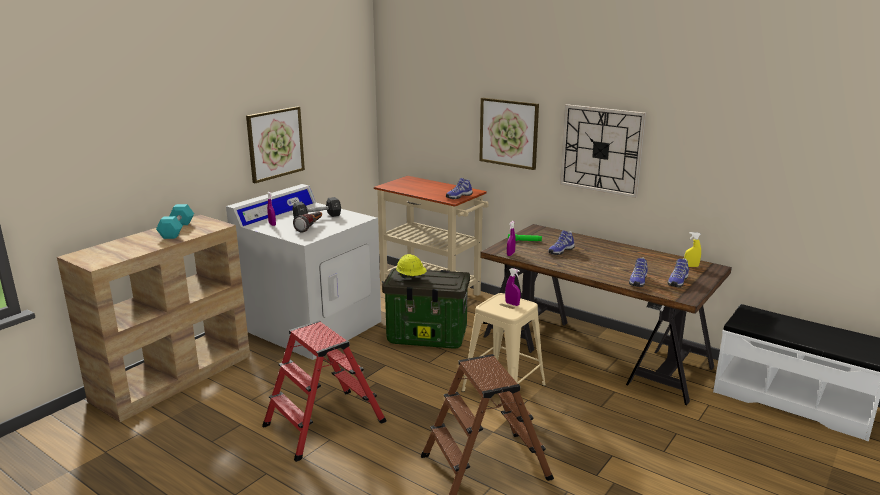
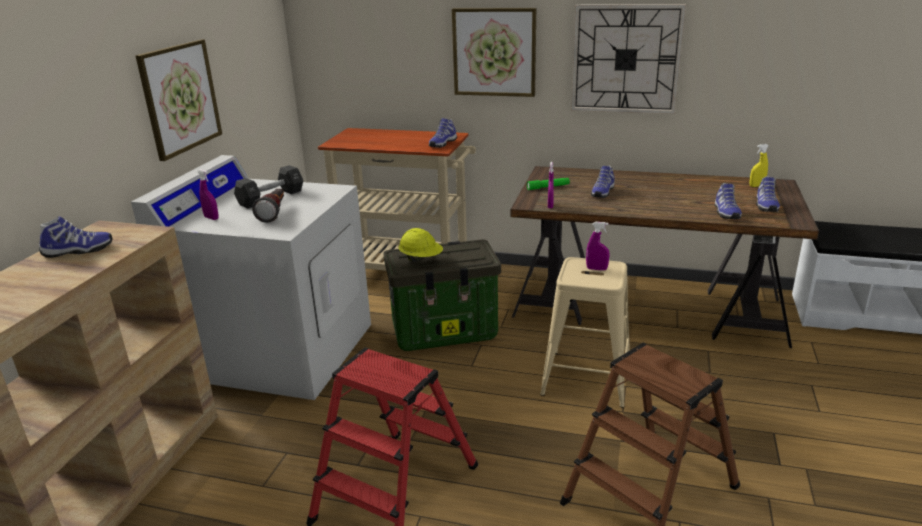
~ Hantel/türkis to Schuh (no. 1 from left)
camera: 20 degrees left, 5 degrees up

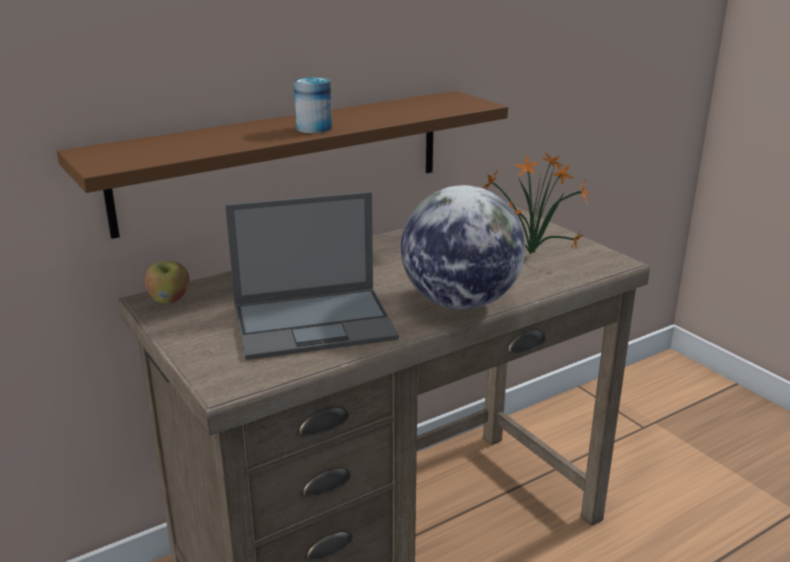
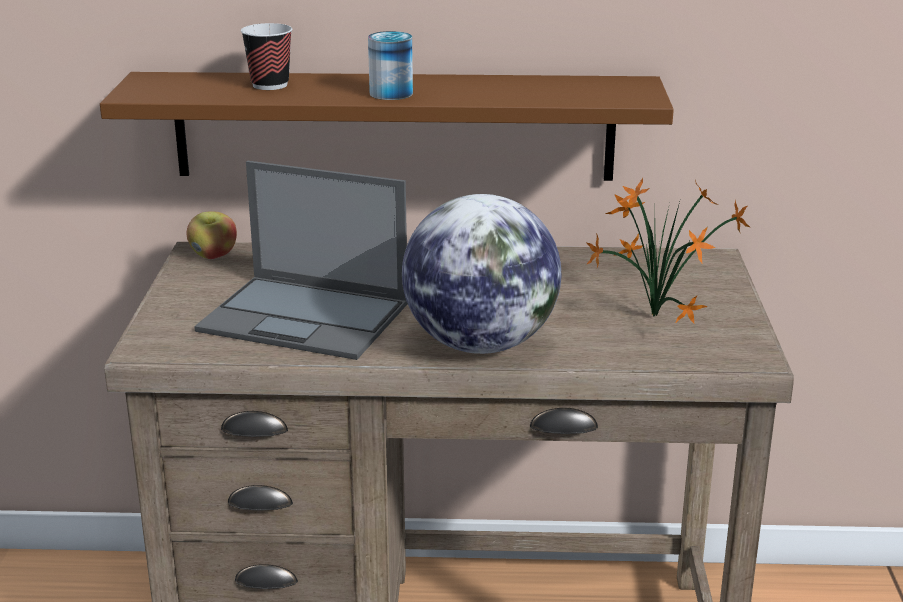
+ Tasse
camera: 35 degrees right, 0 degrees up

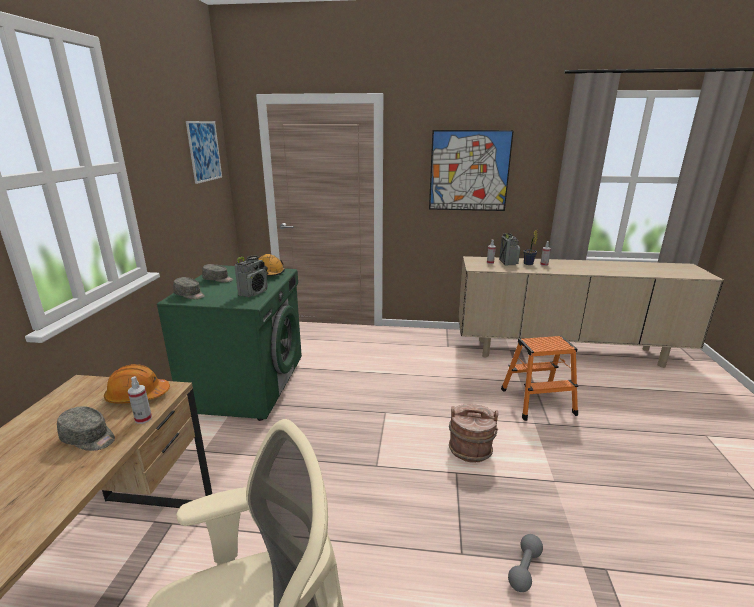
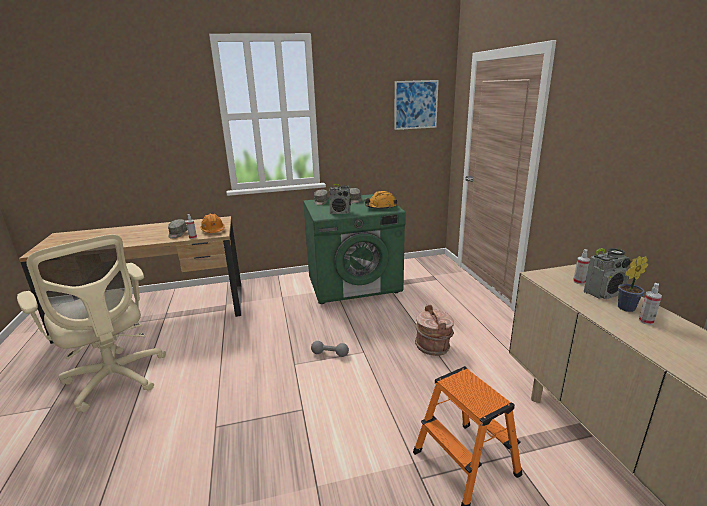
~ Hantel/grau
~ Eimer/braun
- Bild (no. 2 from left)
camera: 70 degrees right, 0 degrees up

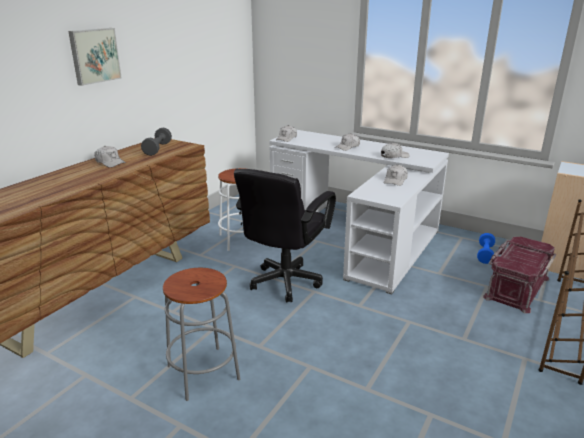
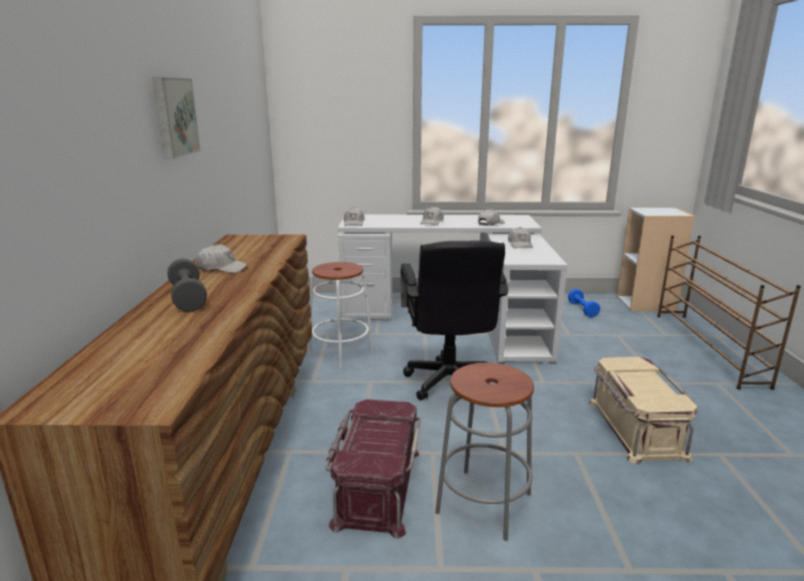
~ Hantel/grau
~ Aufbewahrungsbox/rot
+ Aufbewahrungsbox/beige
camera: 30 degrees left, 5 degrees down

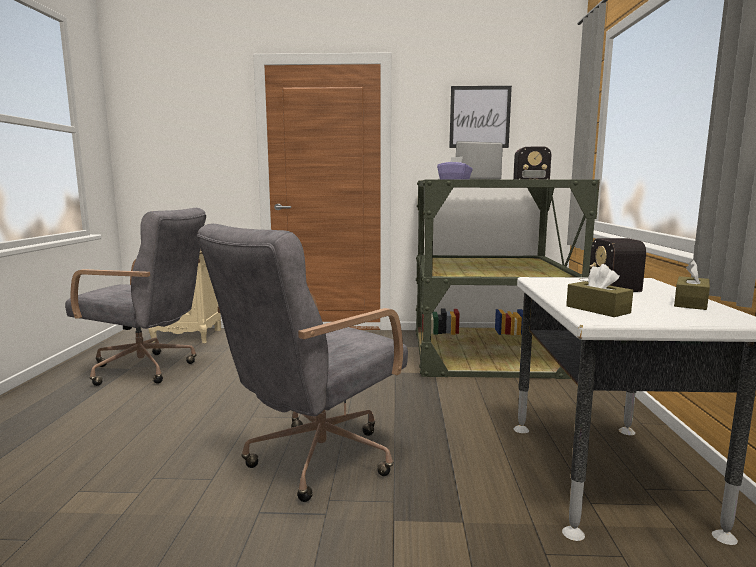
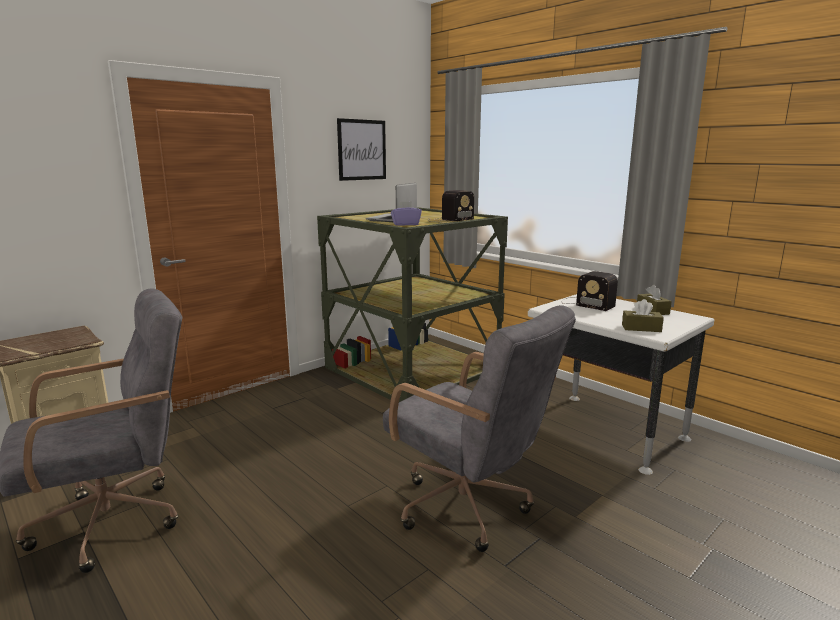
~ Bürostuhl/grau (no. 2 from left) 45 degrees counterclockwise
camera: 45 degrees left, 5 degrees up

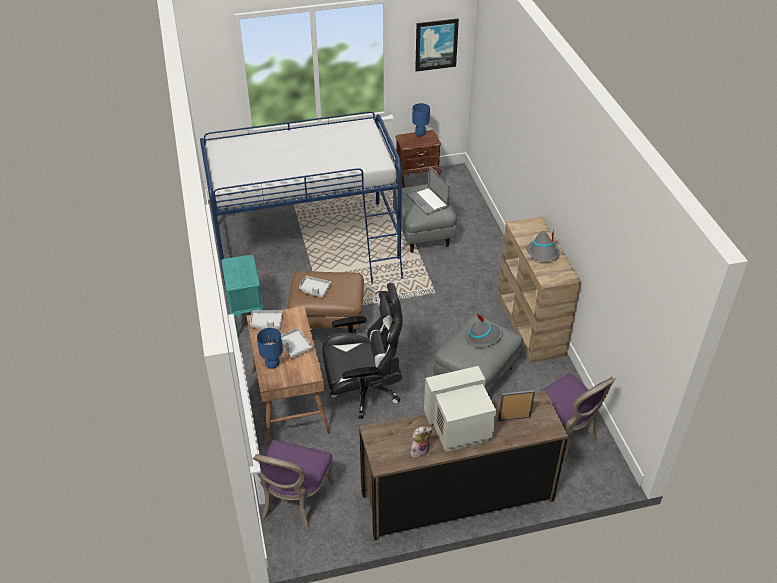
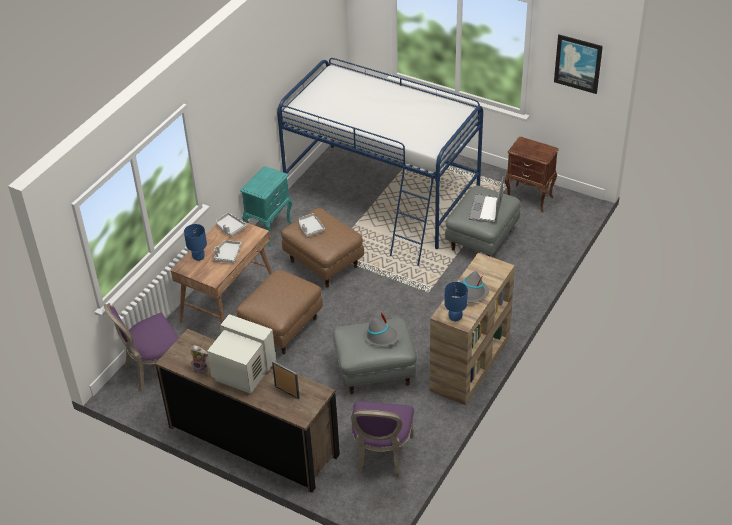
~ Bürostuhl/schwarz to Polsterhocker/braun (no. 1 from left)
~ Tischlampe/blau (no. 2 from left)
camera: 45 degrees right, 0 degrees up

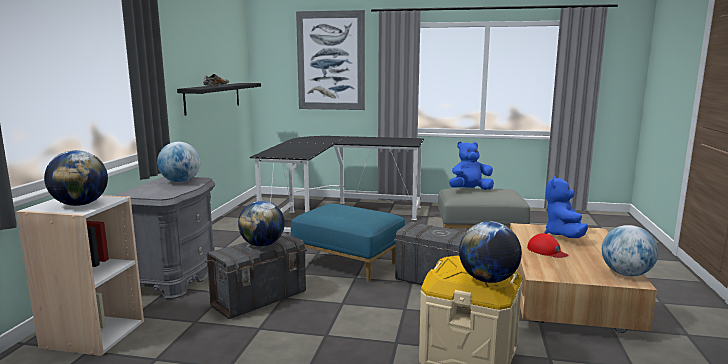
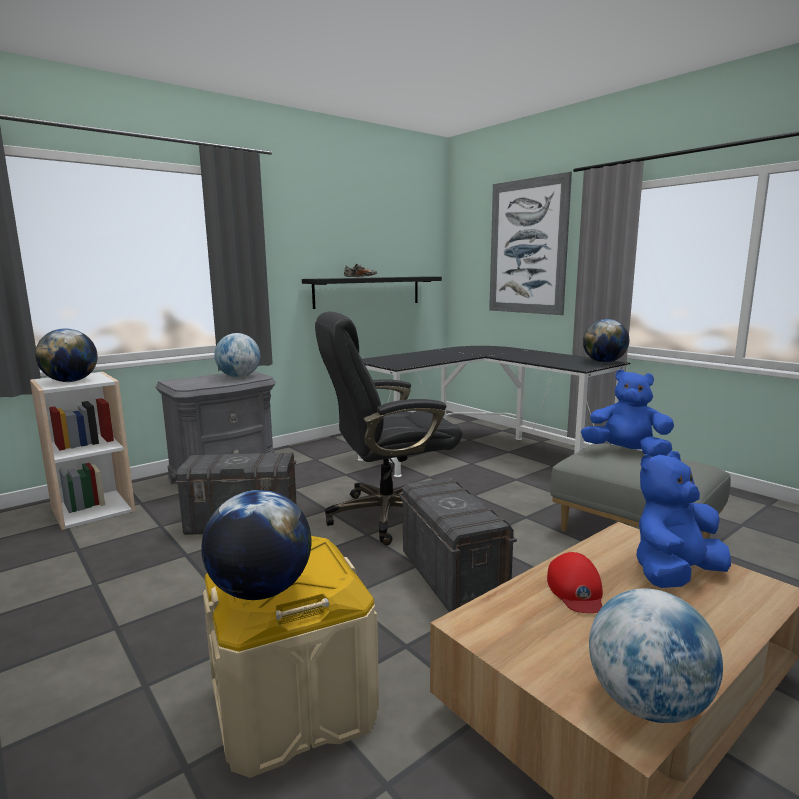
~ Polsterhocker/blau to Bürostuhl/schwarz
~ Globus (no. 3 from left in the first image) to Globus (no. 4 from left)
camera: 40 degrees right, 0 degrees up

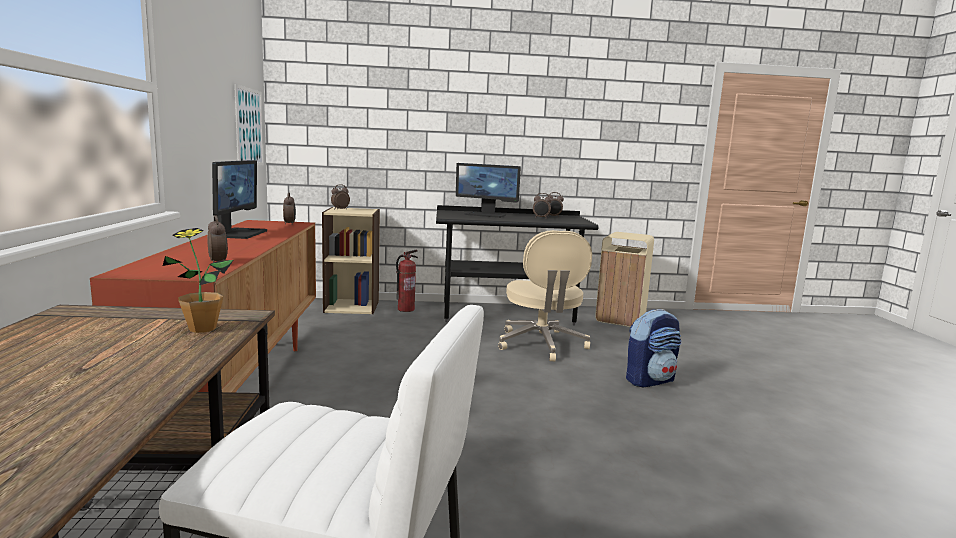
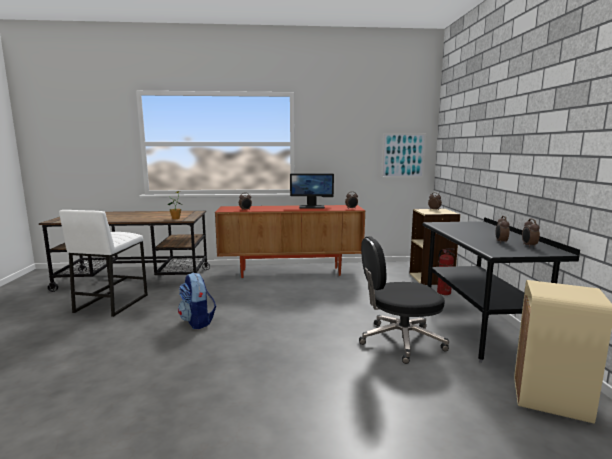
~ Rucksack
~ Bürostuhl/beige to Bürostuhl/schwarz
- Monitor (no. 2 from left)
camera: 90 degrees right, 0 degrees up

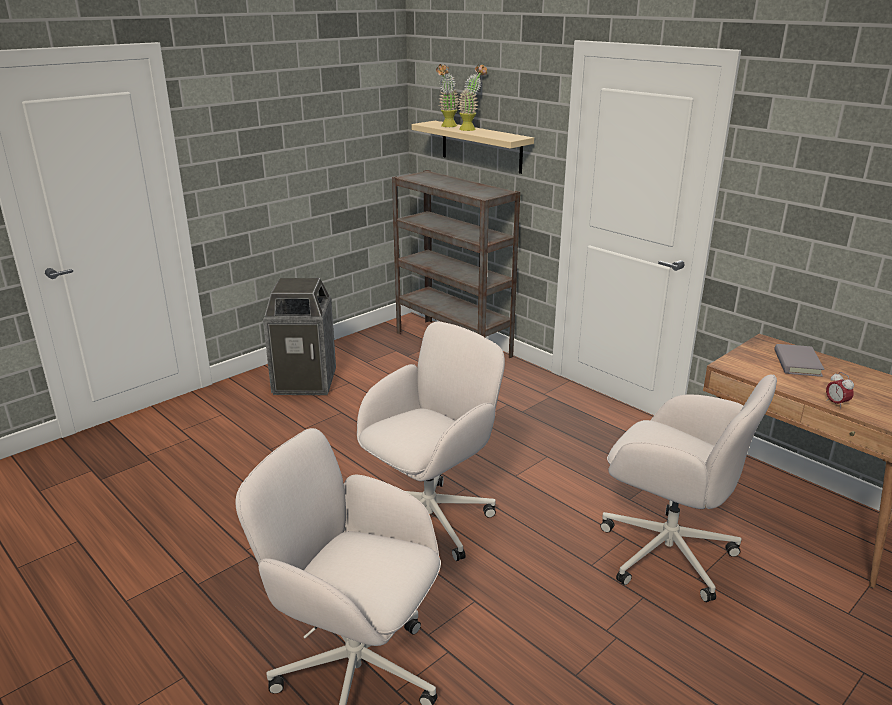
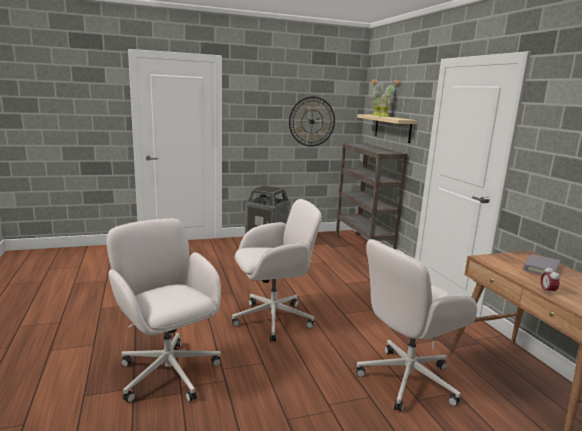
+ Wanduhr
~ Bürostuhl/weiß (no. 3 from left) 90 degrees clockwise
camera: 25 degrees right, 10 degrees down

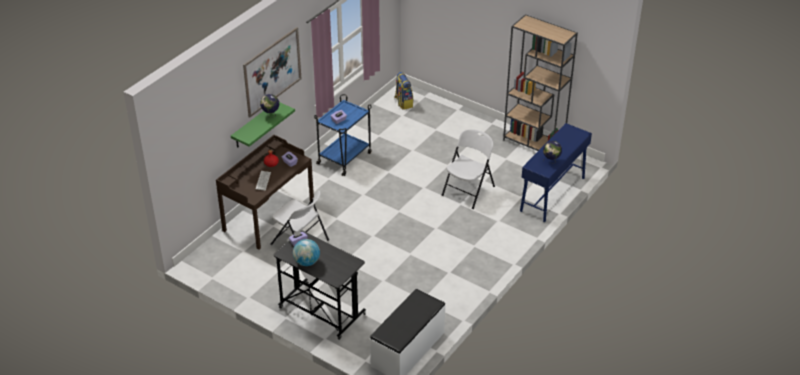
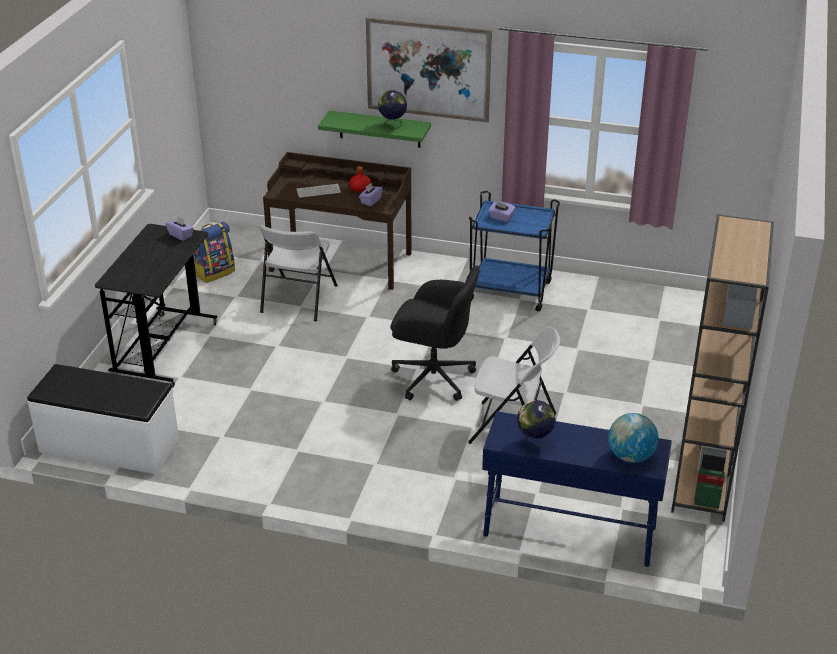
~ Rucksack
+ Bürostuhl/schwarz
~ Globus (no. 2 from left in the first image) to Globus (no. 3 from left)
camera: 70 degrees right, 5 degrees down

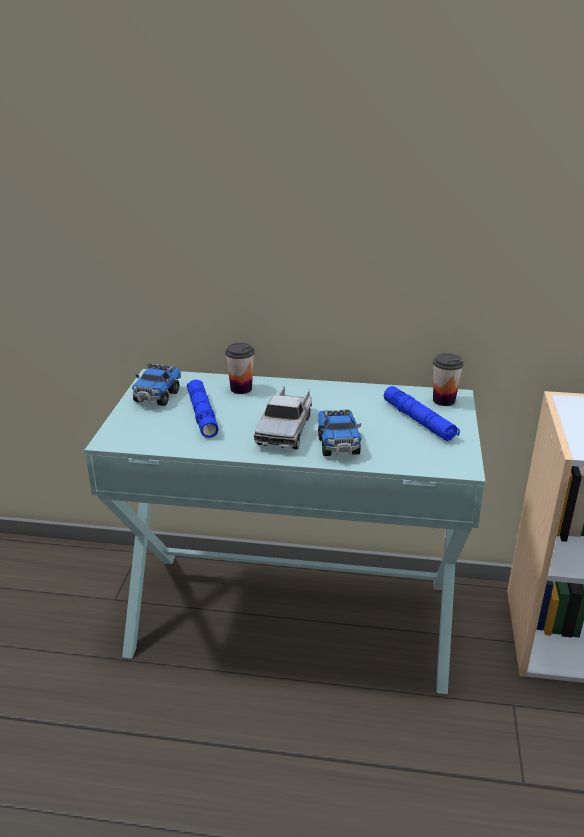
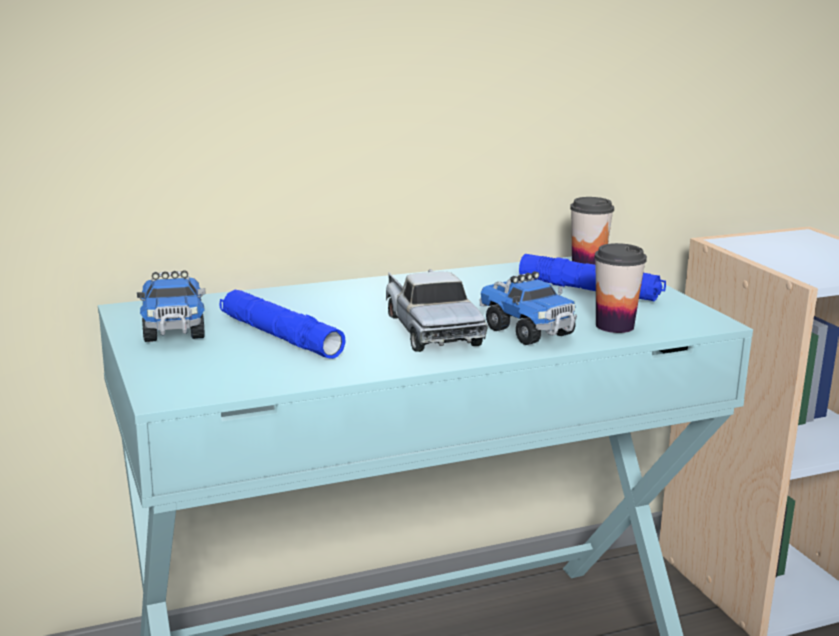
~ Tasse (no. 1 from left in the first image) to Tasse (no. 2 from left)
camera: 30 degrees left, 10 degrees down

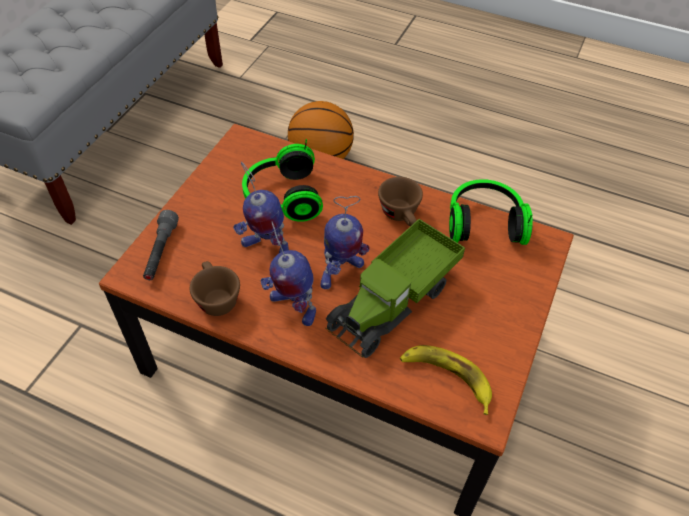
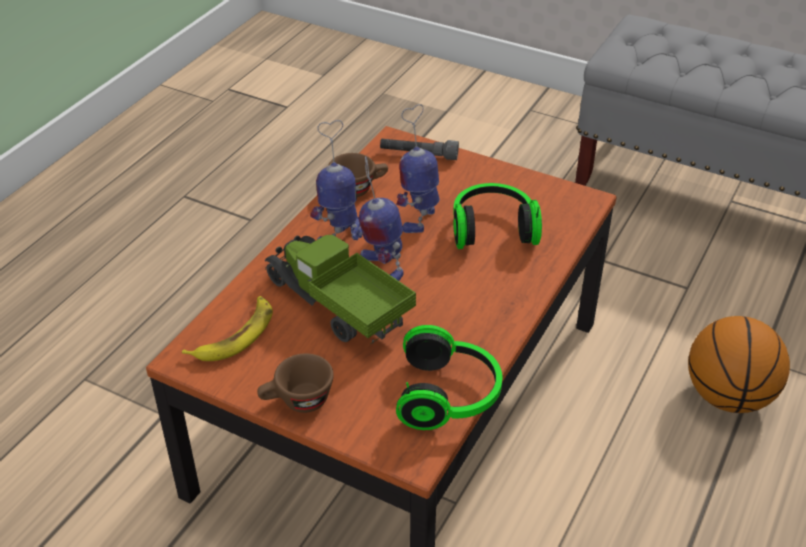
~ Tasse/braun (no. 2 from left in the first image) to Tasse/braun (no. 1 from left)
camera: 95 degrees right, 10 degrees down

